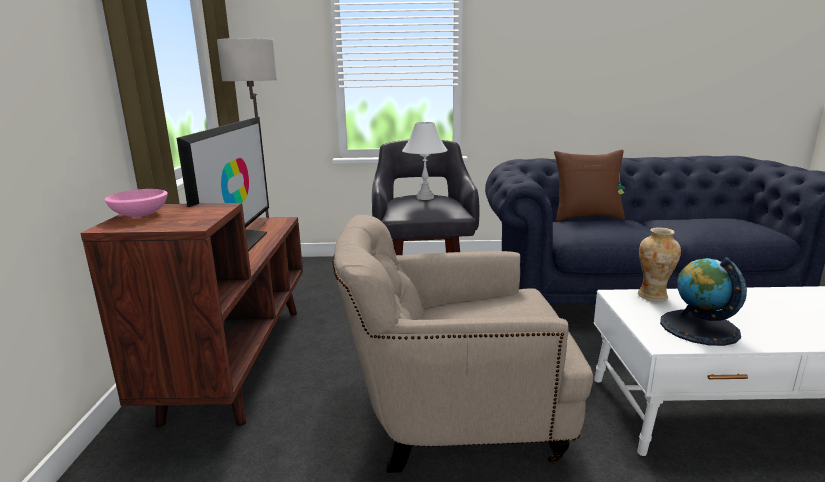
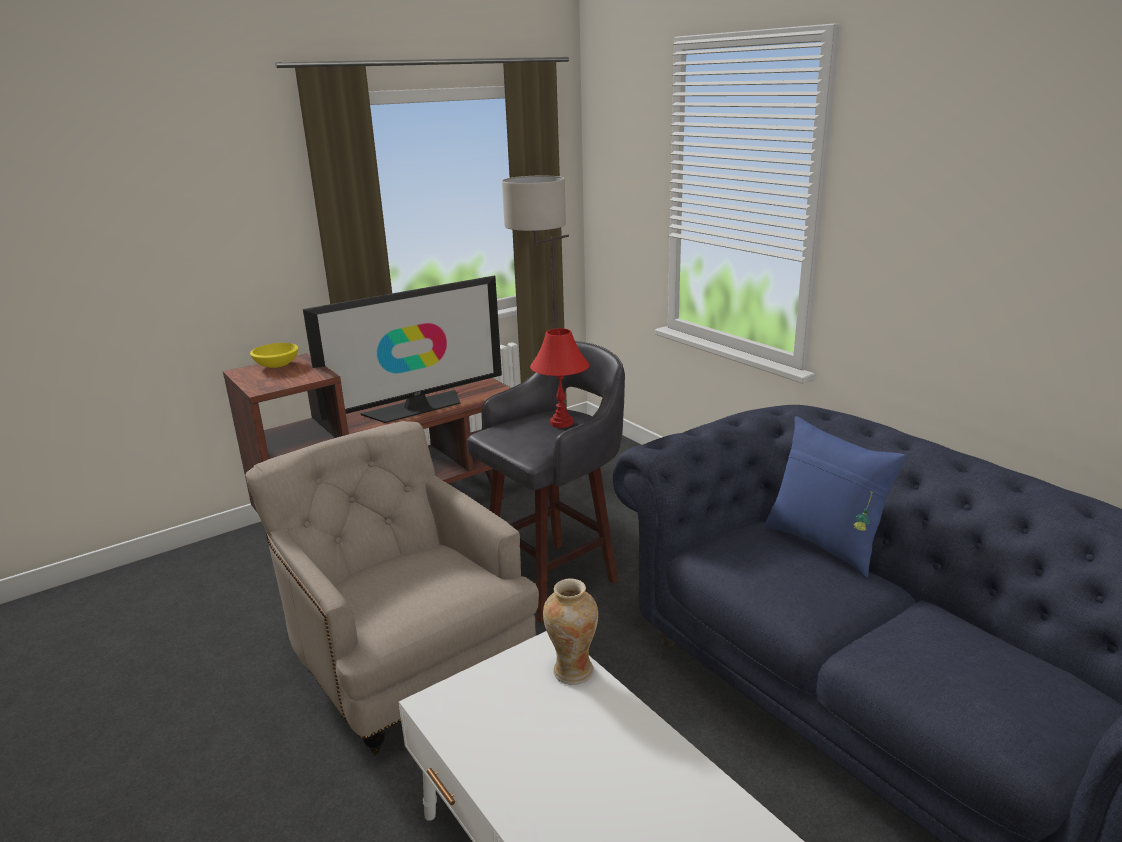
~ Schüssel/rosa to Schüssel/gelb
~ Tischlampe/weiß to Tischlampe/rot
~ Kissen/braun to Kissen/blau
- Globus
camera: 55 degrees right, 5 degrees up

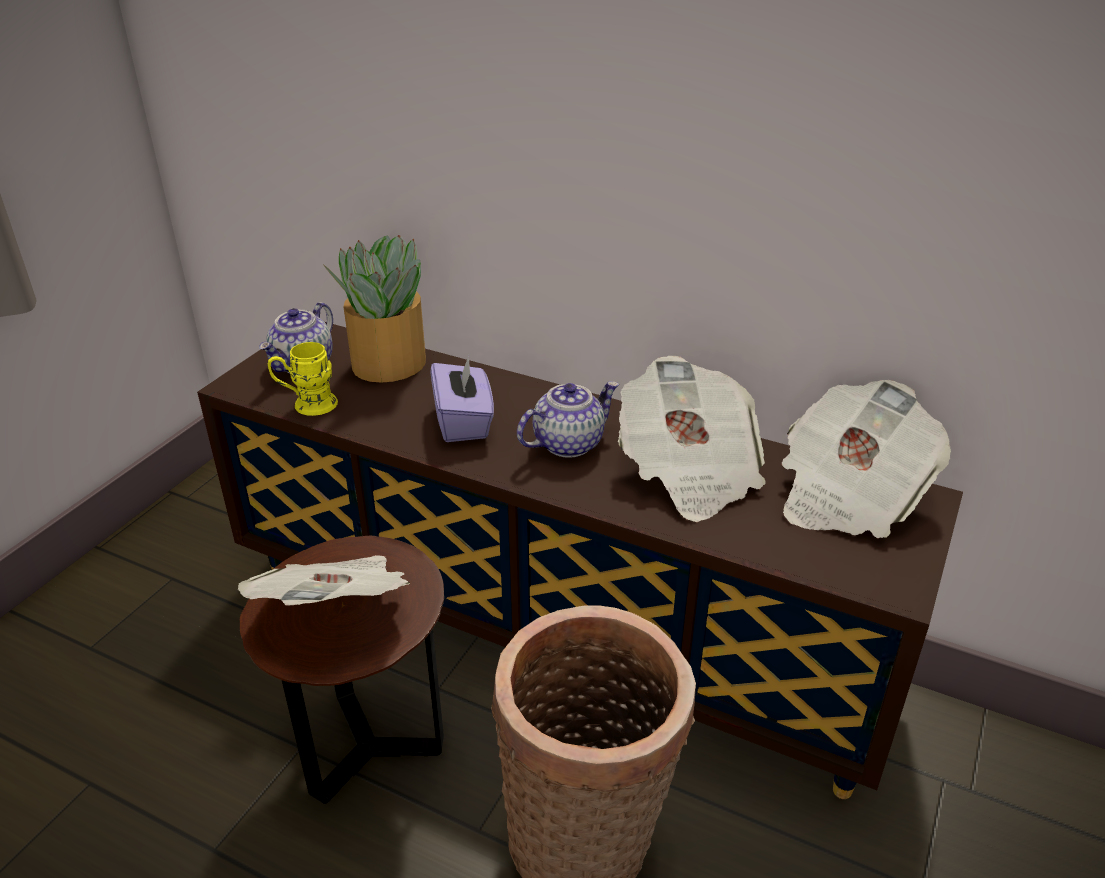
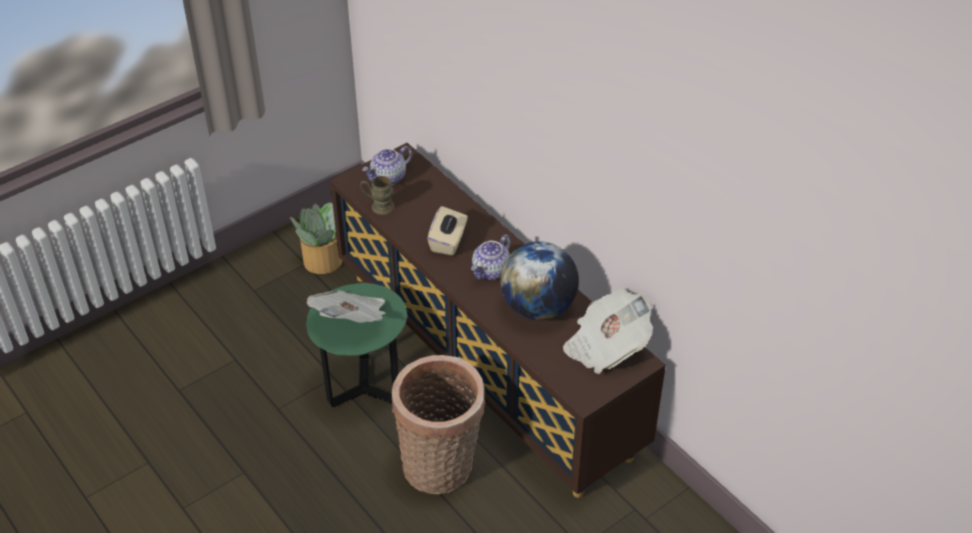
~ Topfpflanze
~ Beistelltisch/braun to Beistelltisch/grün
~ Henkelbecher/gelb to Henkelbecher/braun
~ Taschentuchbox/lila to Taschentuchbox/beige
~ Teekanne (no. 2 from left) 135 degrees clockwise
~ Zeitung (no. 2 from left) to Globus
camera: 25 degrees right, 10 degrees up

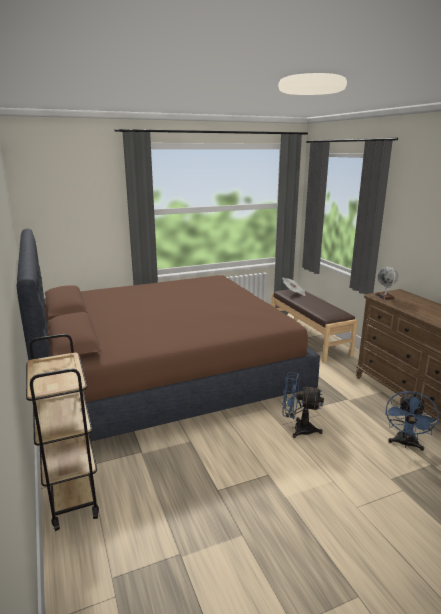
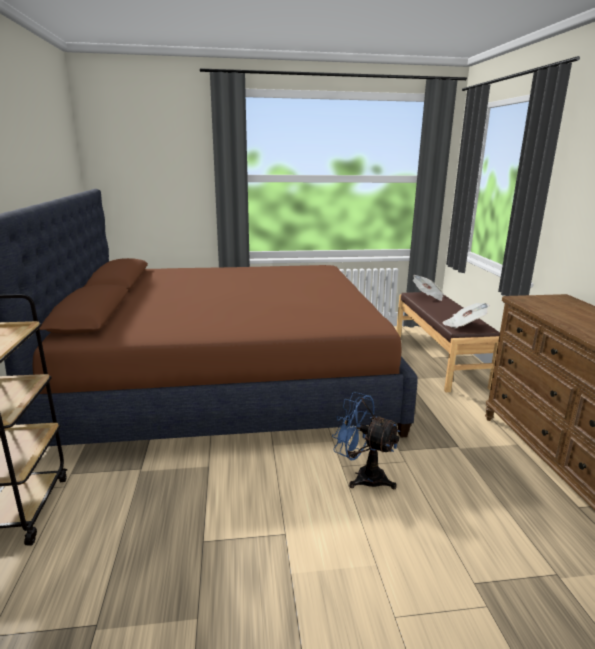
+ Zeitung (no. 2 from left)
- Globus
- Ventilator/blau (no. 2 from left)
camera: 15 degrees right, 0 degrees up

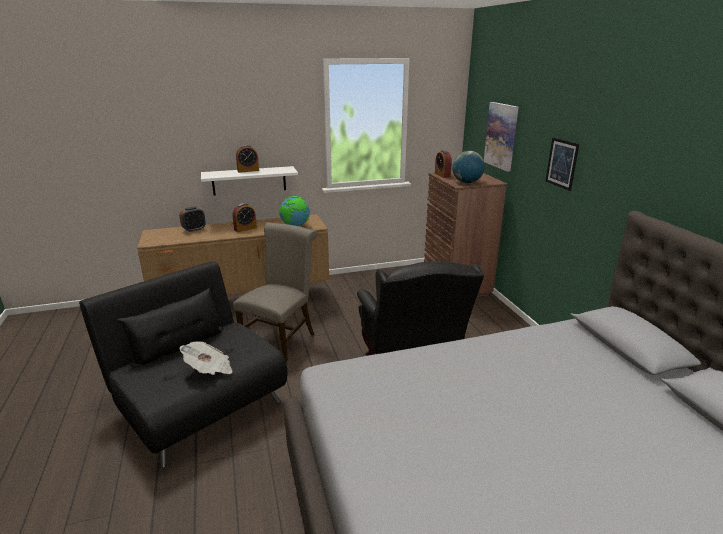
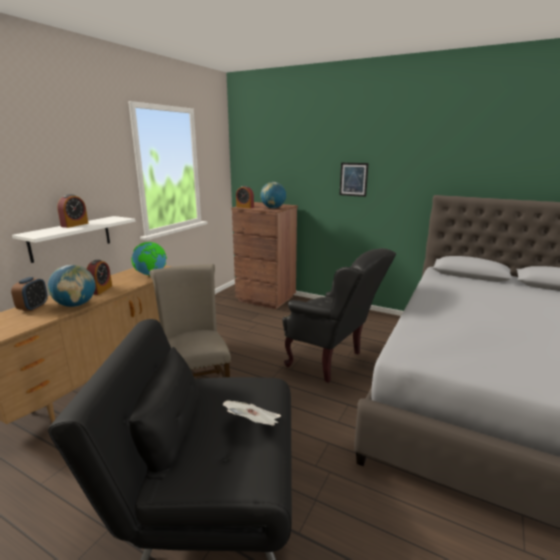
+ Globus (no. 1 from left)
- Bild (no. 1 from left)
camera: 45 degrees left, 5 degrees down

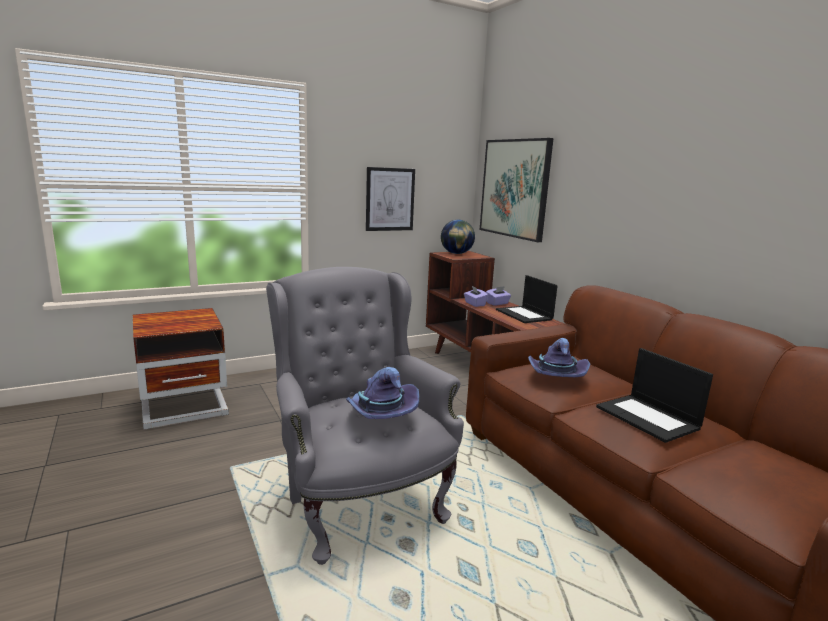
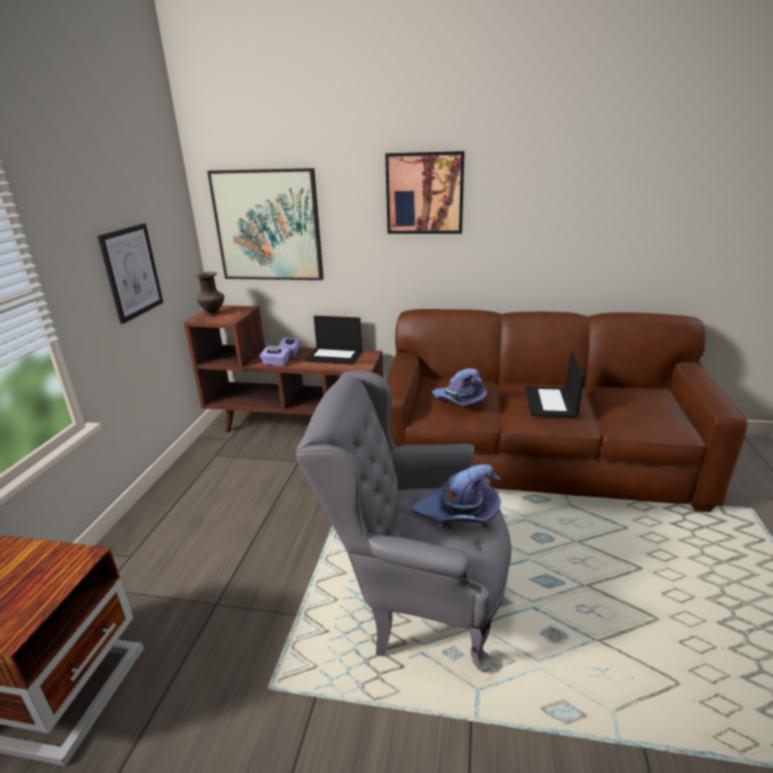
~ Globus to Vase/braun
+ Bild (no. 3 from left)
~ Laptop (no. 2 from left) 90 degrees clockwise
camera: 50 degrees left, 10 degrees up

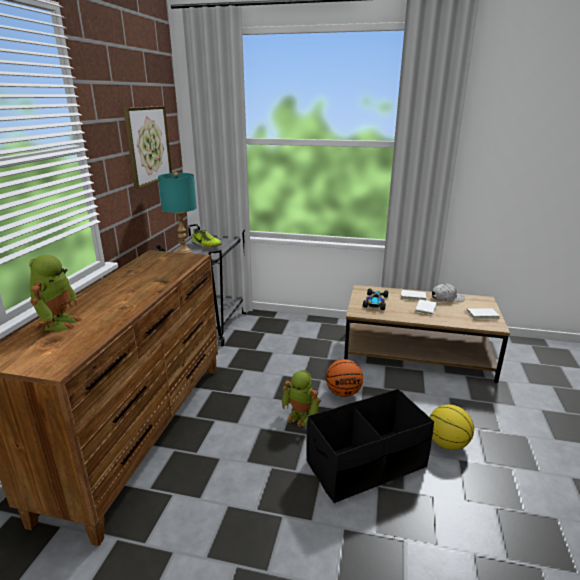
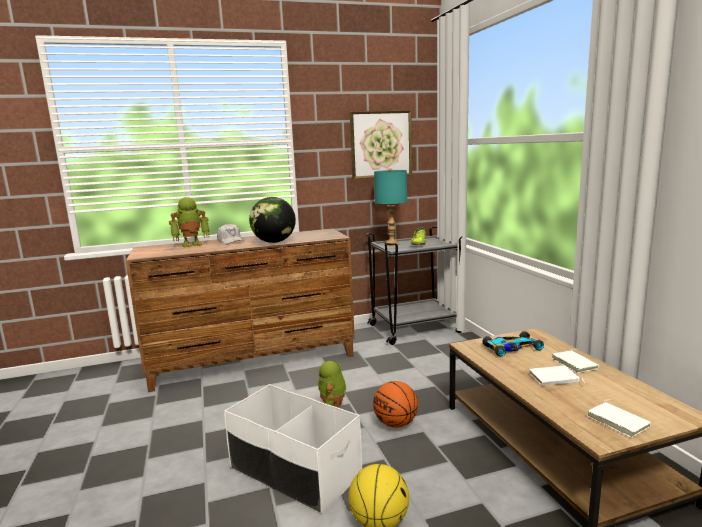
~ Kappe/weiß
~ Aufbewahrungsbox/schwarz to Aufbewahrungsbox/weiß
+ Globus
camera: 60 degrees right, 10 degrees down

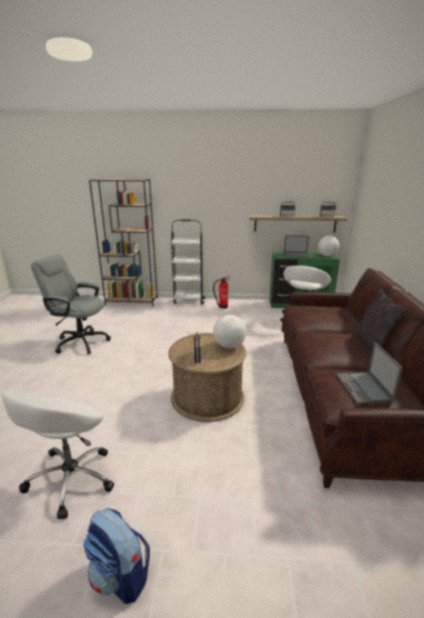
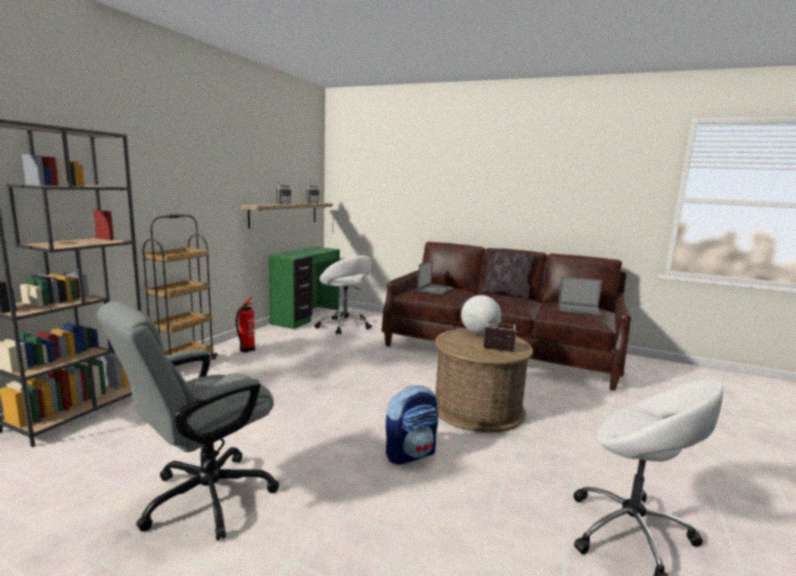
~ Rollwagen/weiß to Rollwagen/braun
~ Rucksack
~ Laptop (no. 1 from left)
- Globus (no. 2 from left)
camera: 70 degrees left, 10 degrees down

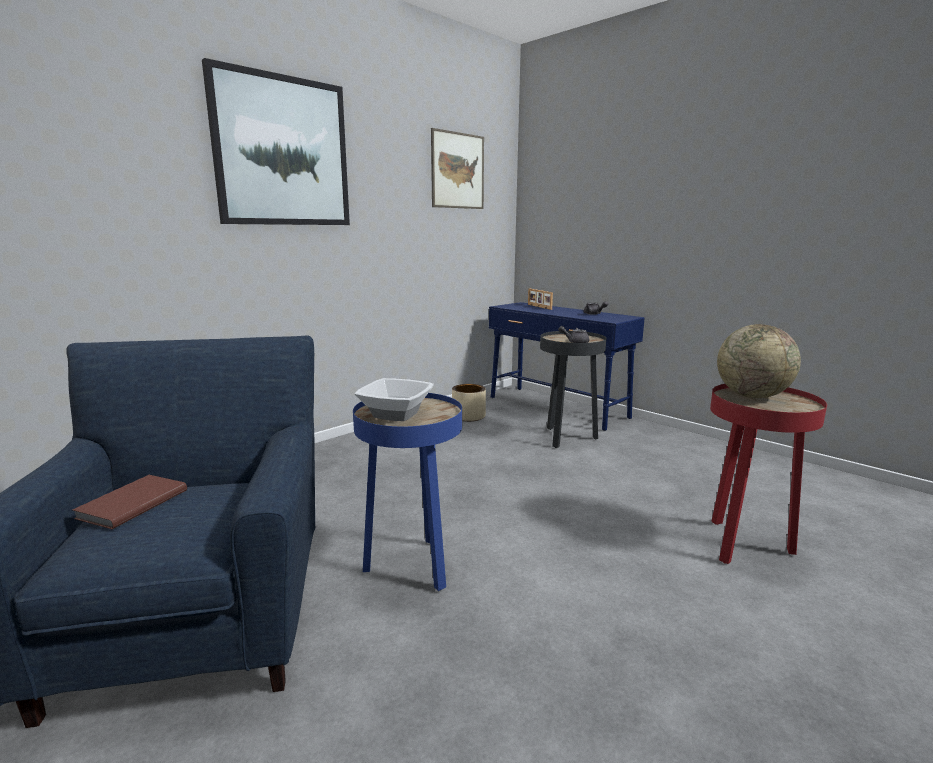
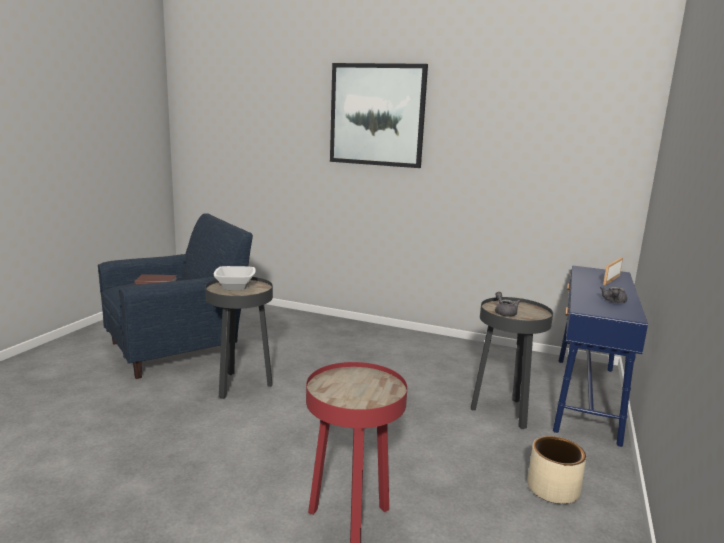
~ Beistelltisch/blau to Beistelltisch/schwarz (no. 1 from left)
~ Pflanzkübel/beige
- Bild (no. 2 from left)
- Globus
camera: 65 degrees right, 0 degrees up

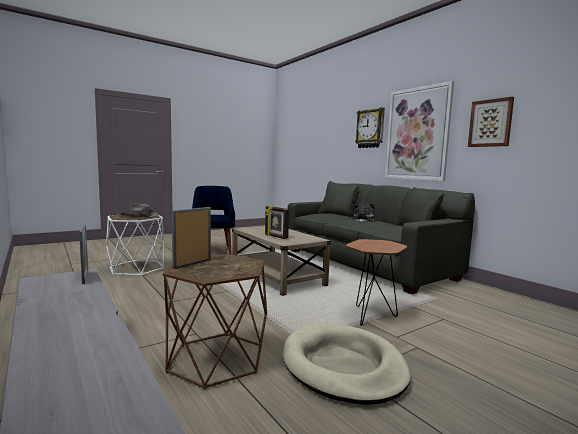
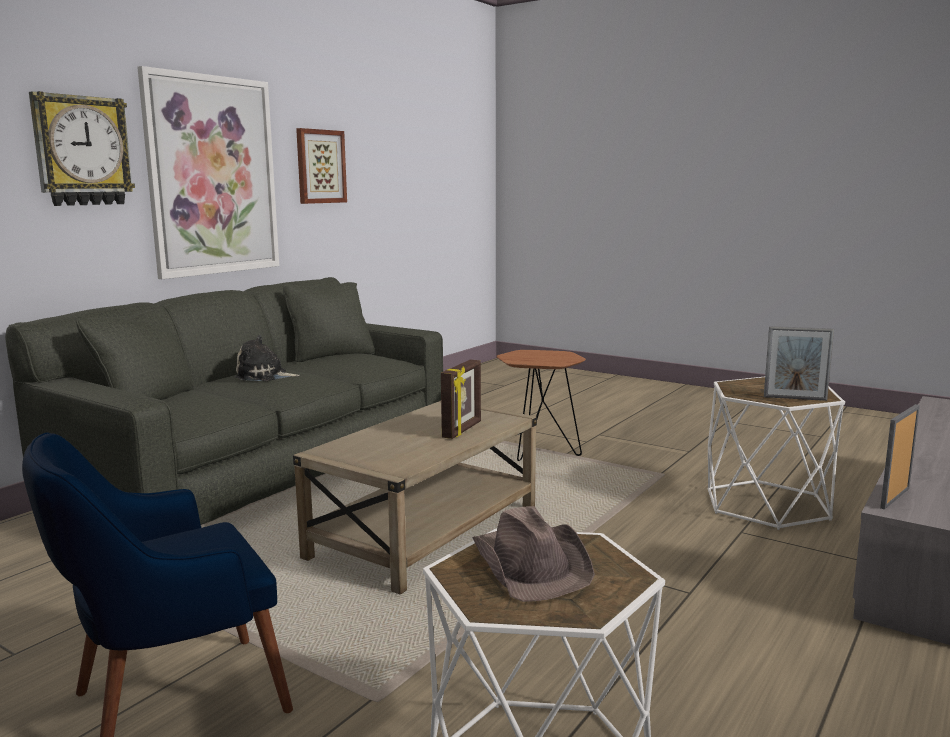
~ Beistelltisch/braun (no. 1 from left) to Beistelltisch/weiß (no. 2 from left)
- Hundebett/beige
camera: 110 degrees left, 5 degrees up

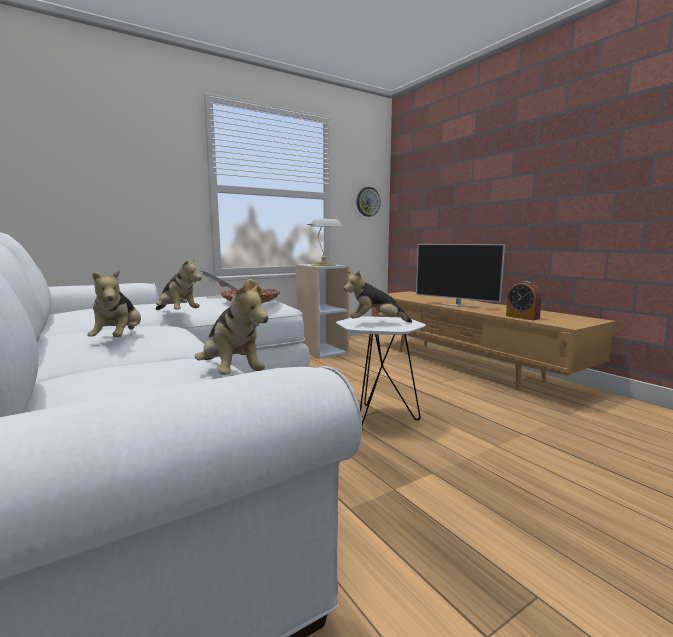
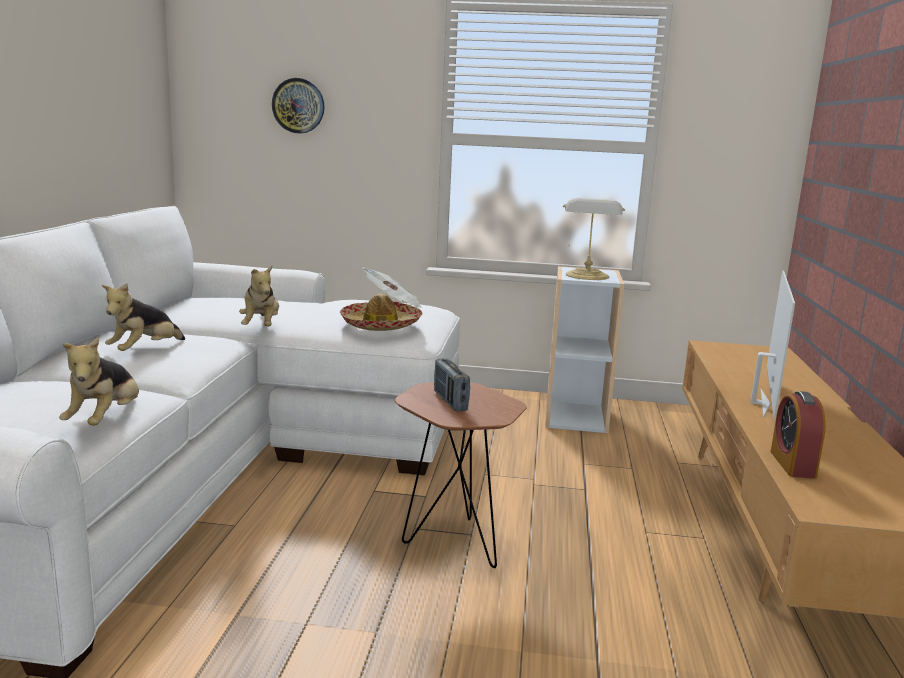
~ Wanduhr
~ Beistelltisch/weiß to Beistelltisch/braun
~ Plüschtier (no. 4 from left) to Radio
~ Fernseher 150 degrees counterclockwise
camera: 40 degrees right, 5 degrees up

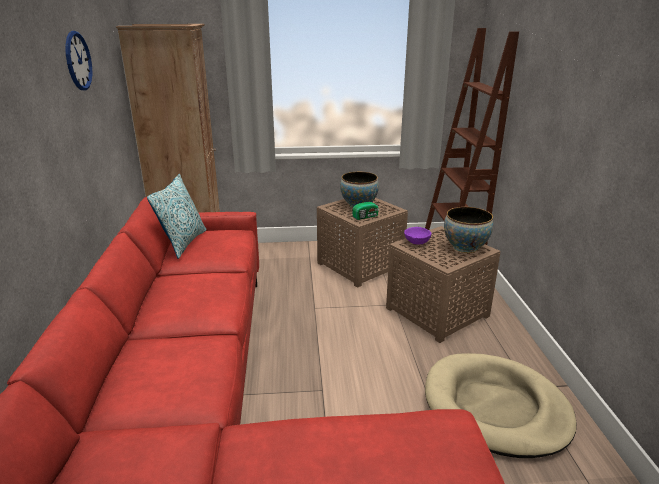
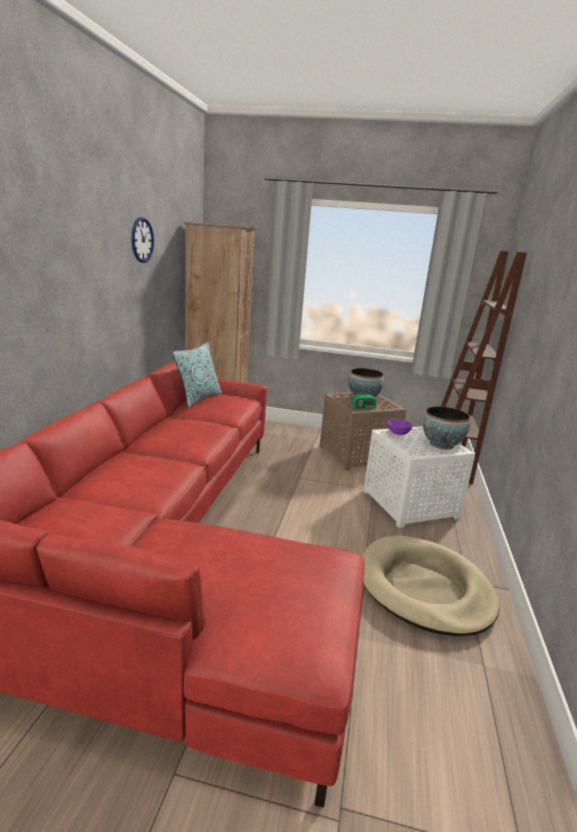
~ Beistelltisch/braun (no. 2 from left) to Beistelltisch/weiß
camera: 15 degrees right, 5 degrees down

